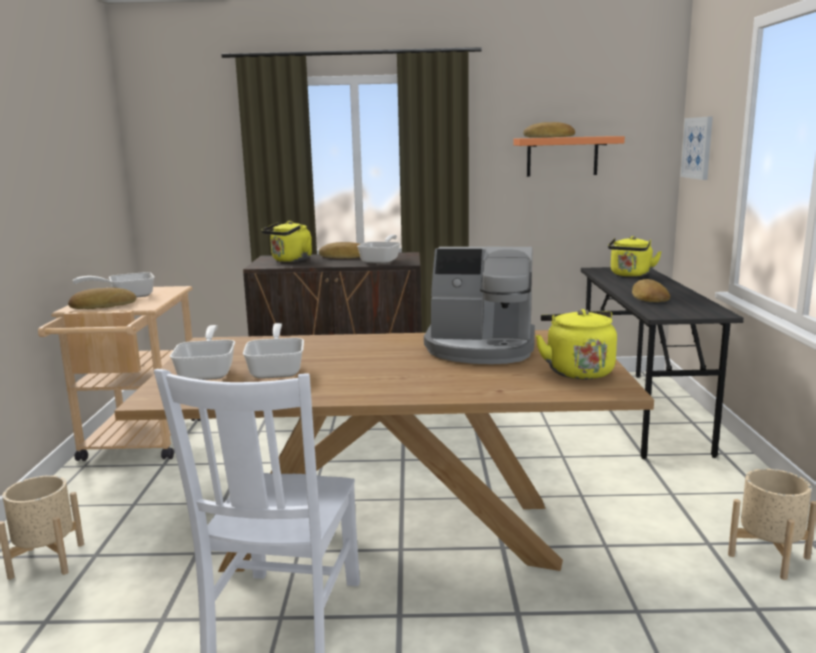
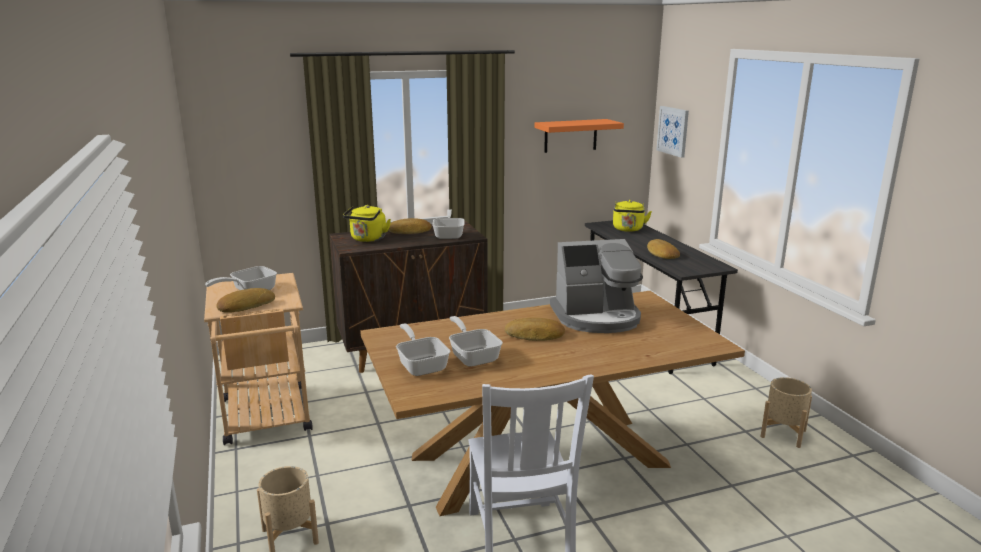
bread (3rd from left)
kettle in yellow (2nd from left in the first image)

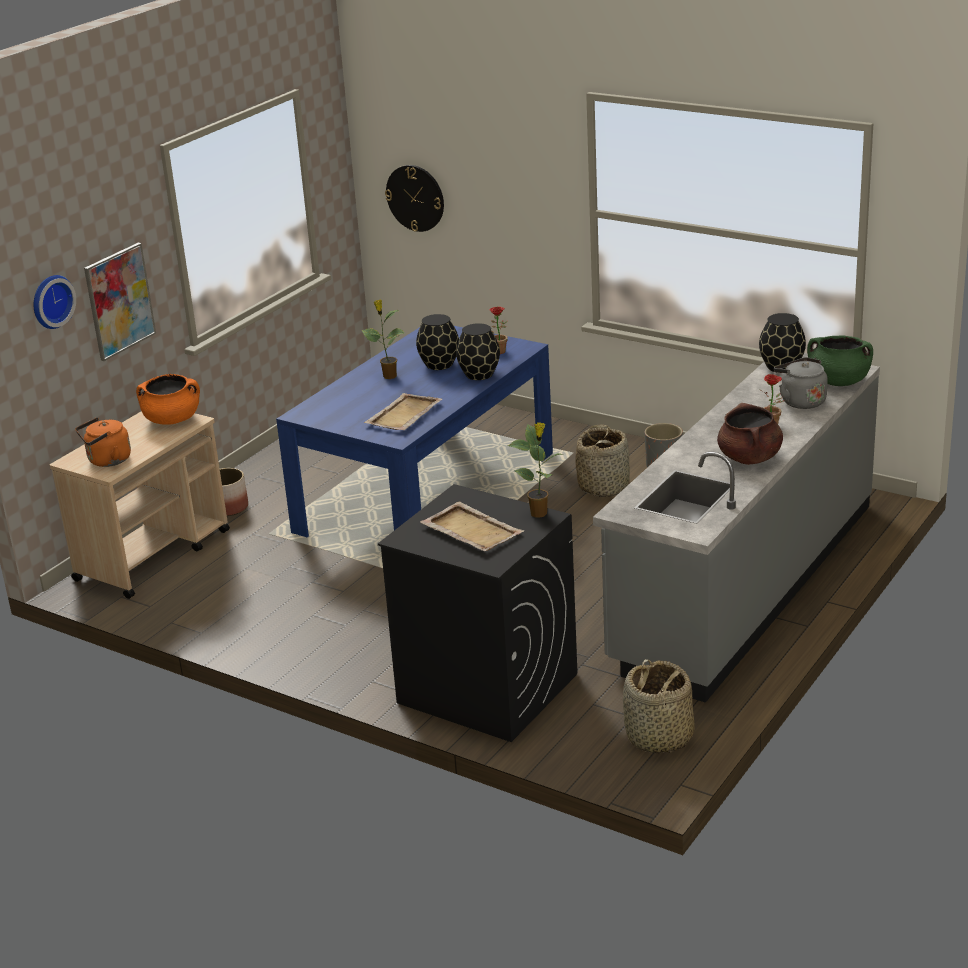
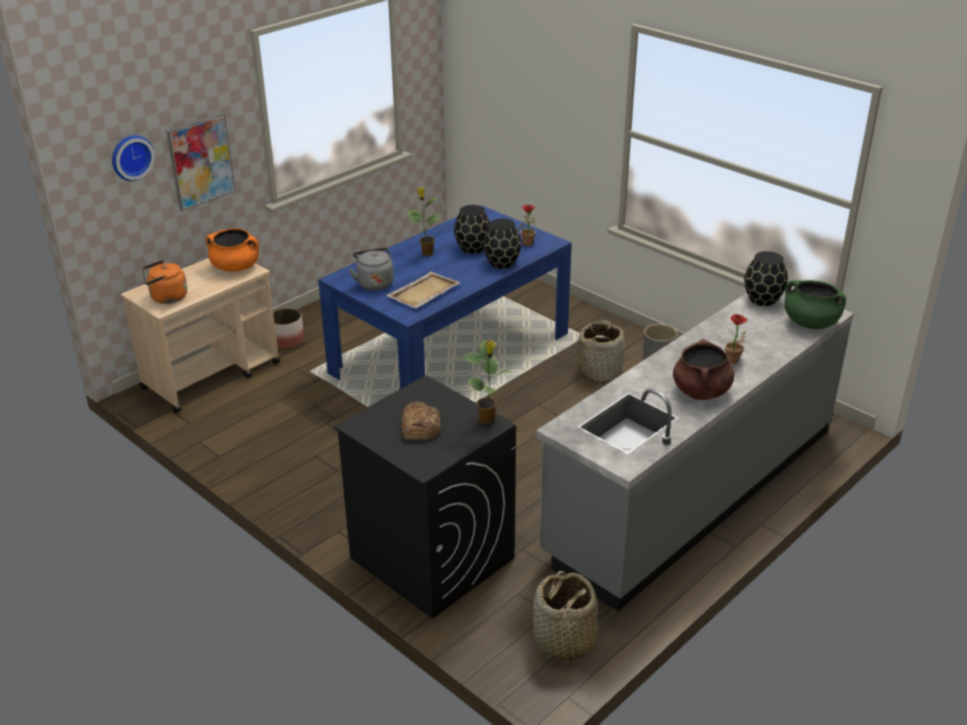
kettle in grey
bread
wall clock (2nd from left in the first image)

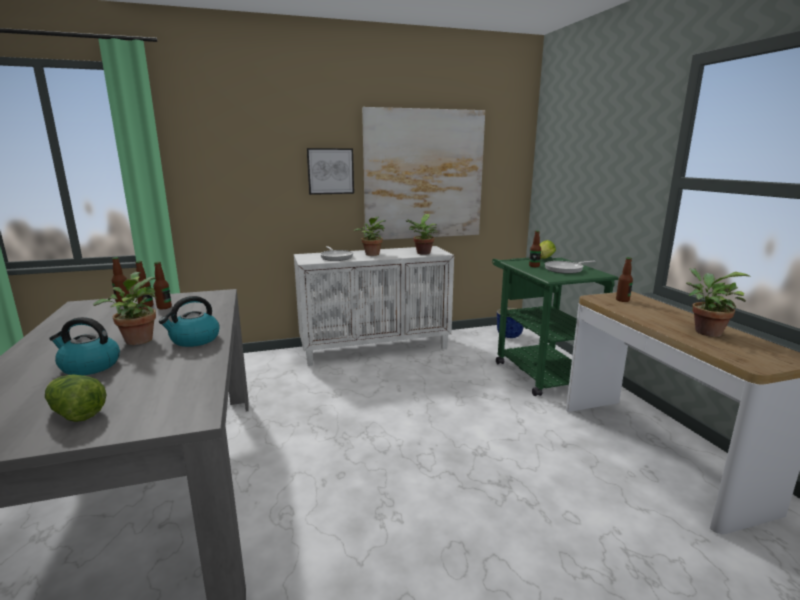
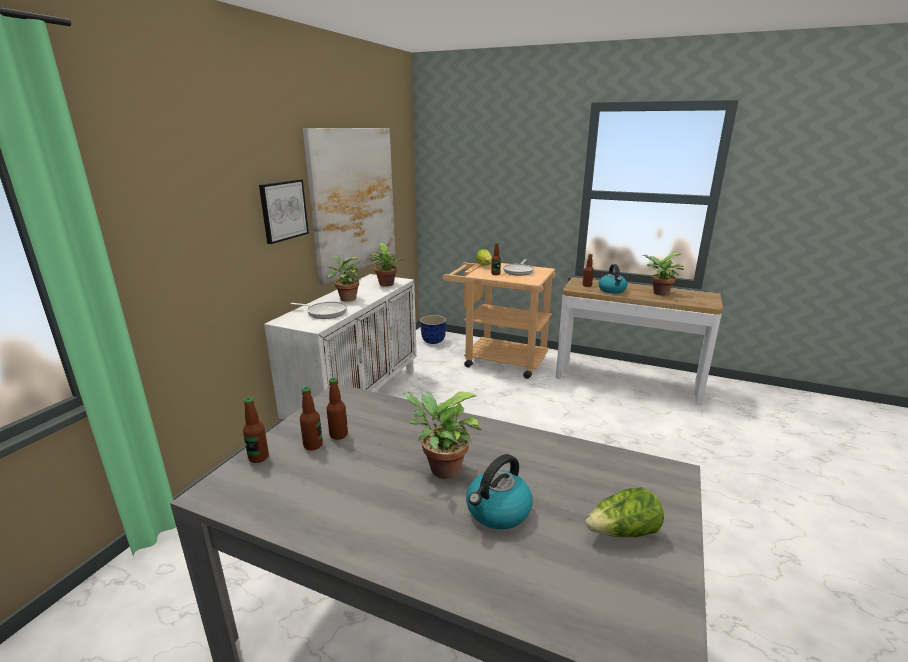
cart in beige
kettle (2nd from left)

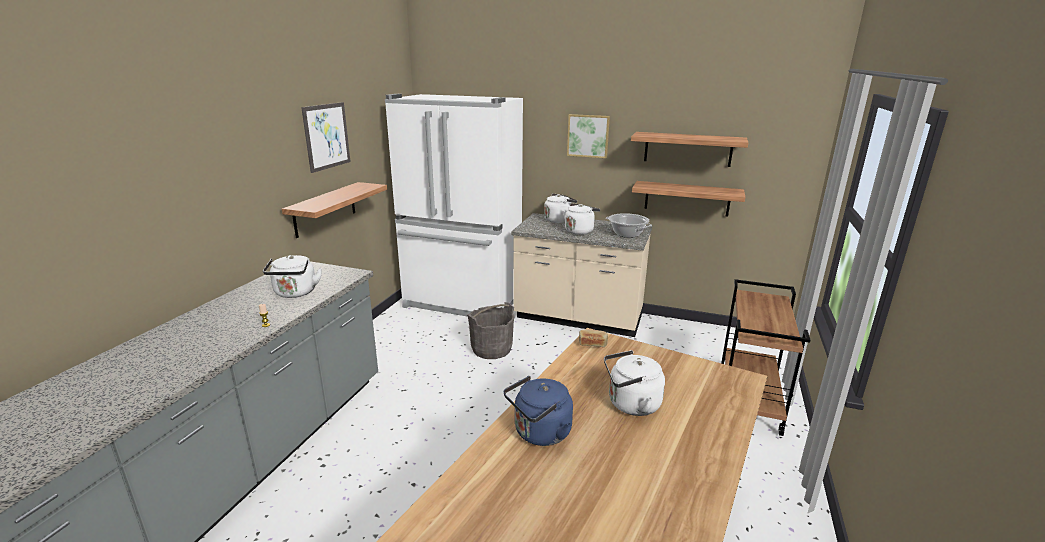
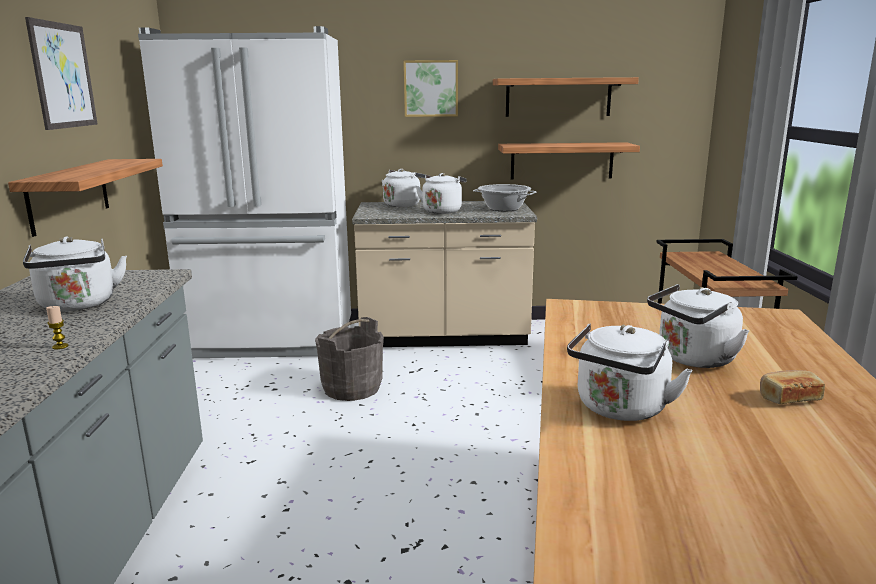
kettle in white (4th from left)
bread

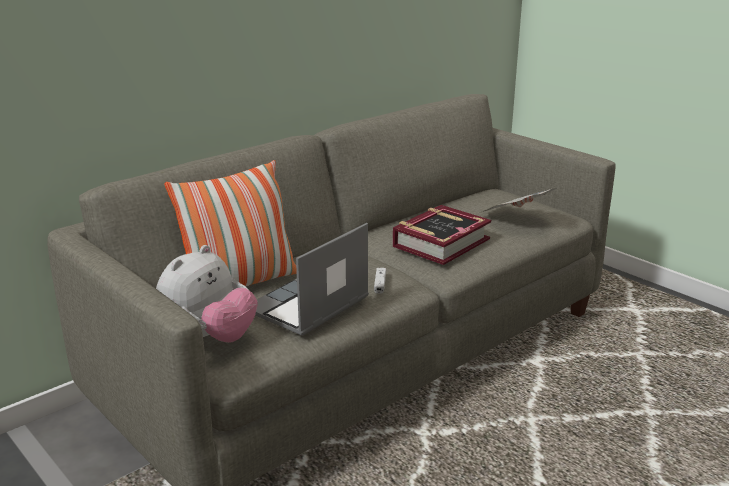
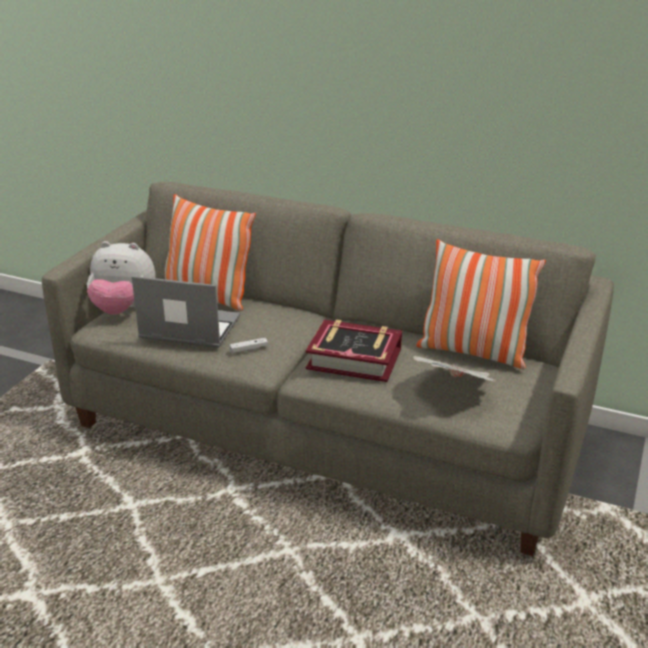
pillow (2nd from left)

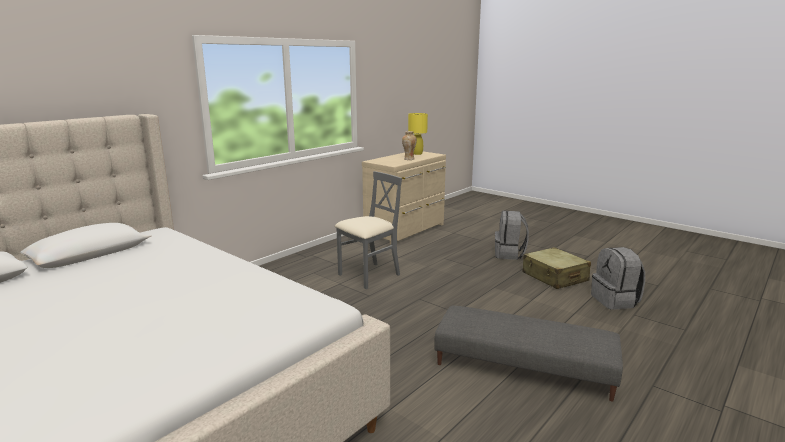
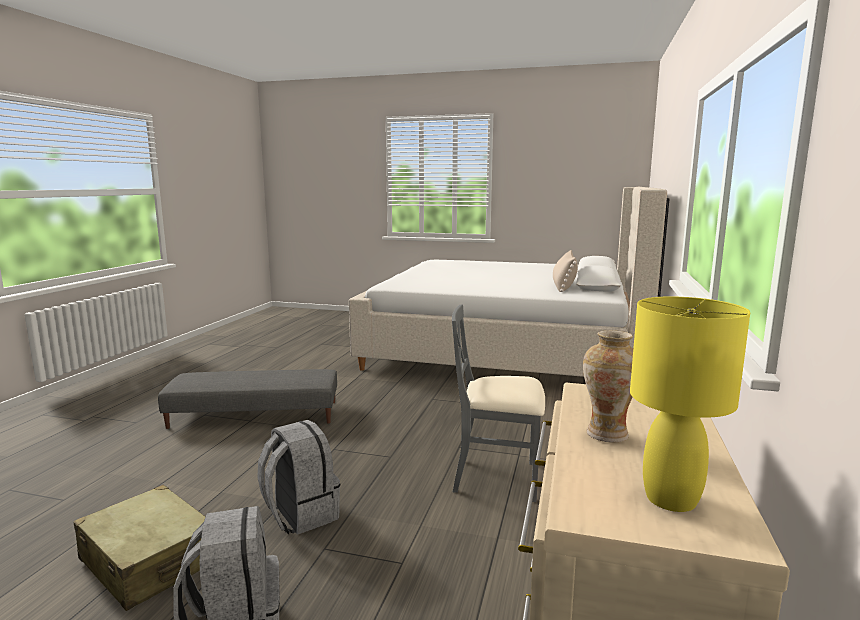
backpack in grey (2nd from left)
chair in grey
pillow in beige

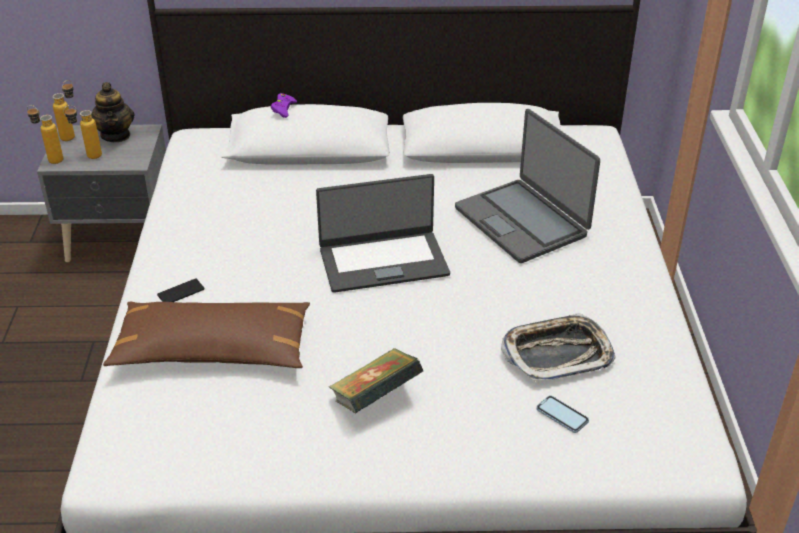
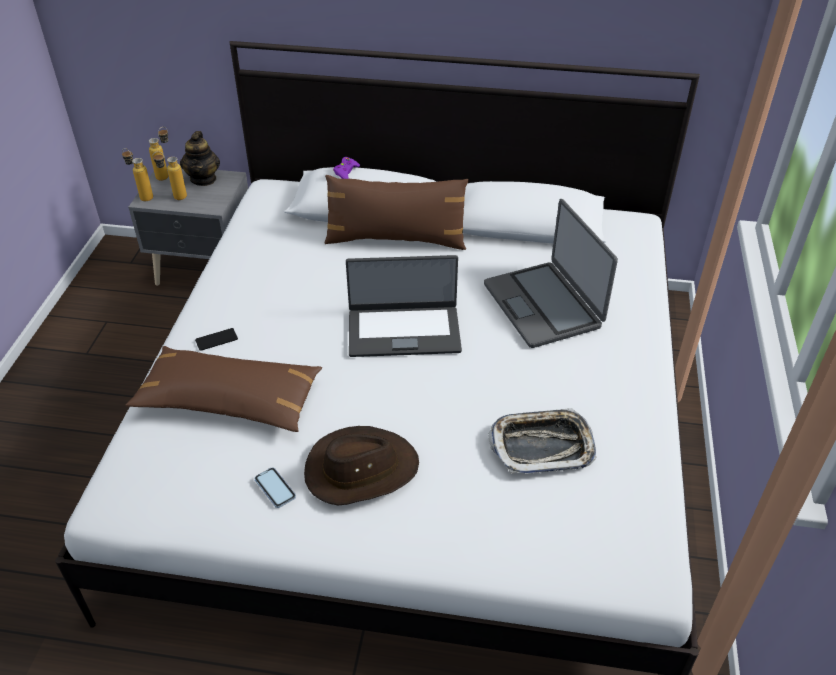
phone (2nd from left)
hat in brown
pillow in brown (2nd from left)

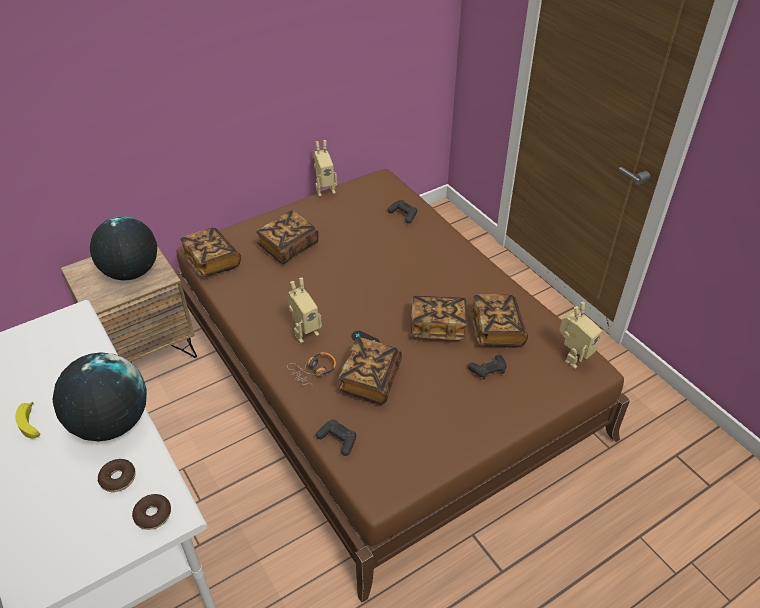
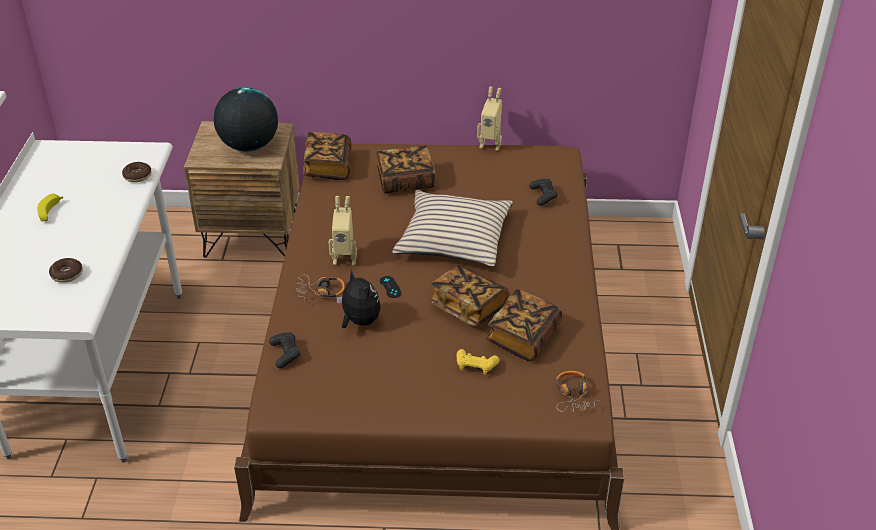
donut (2nd from left)
plush toy
pillow in beige
game controller in yellow
headphones (2nd from left)
globe (1st from left in the first image)

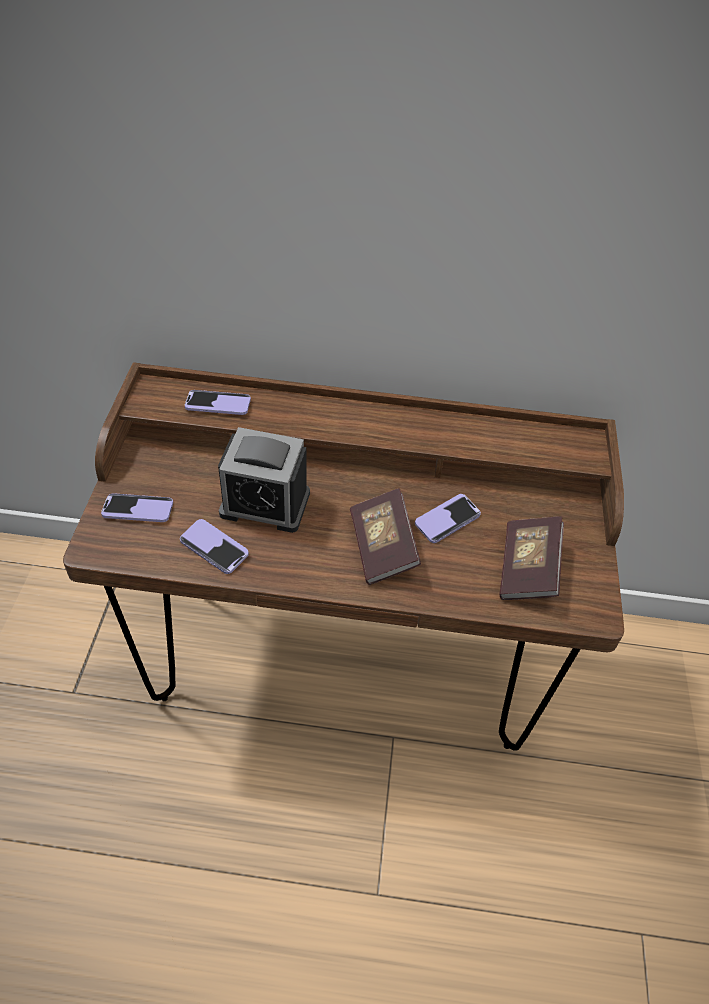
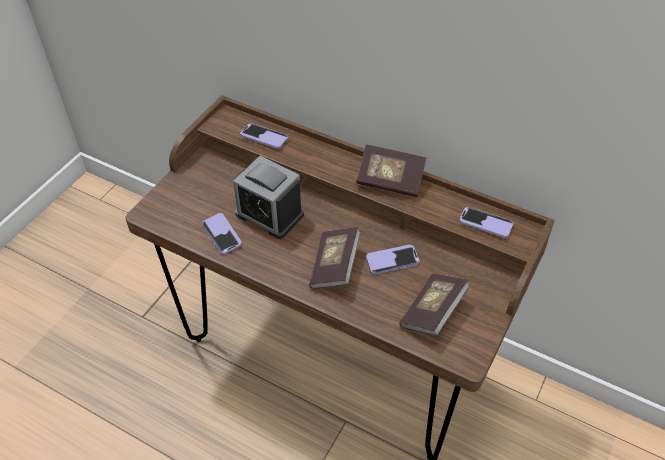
book (2nd from left)
phone (4th from left)

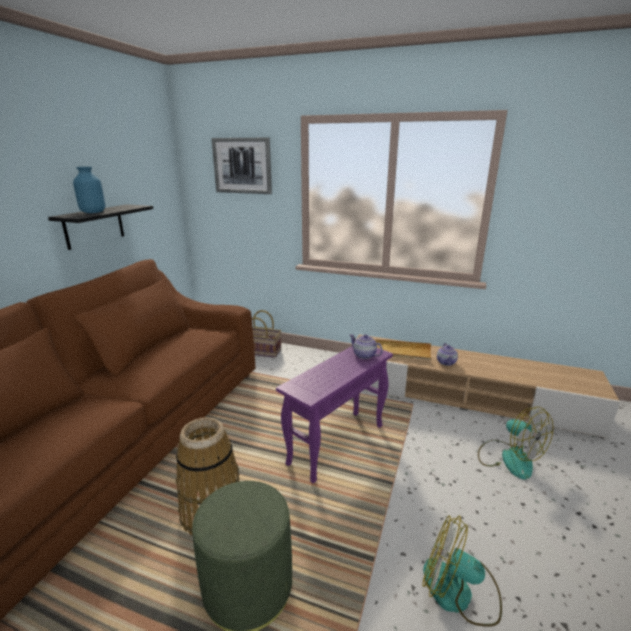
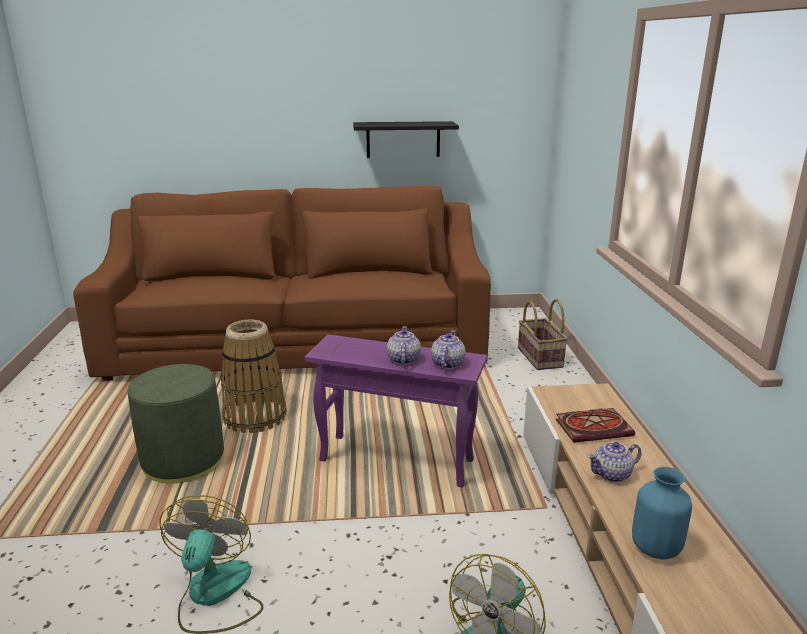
teapot (1st from left)
book
vase in blue
picture

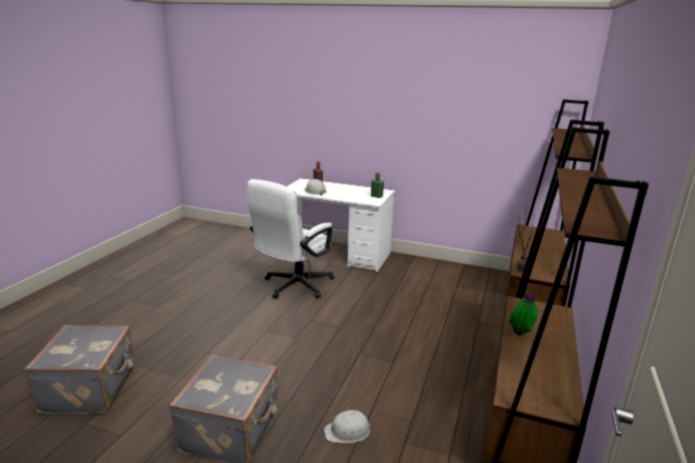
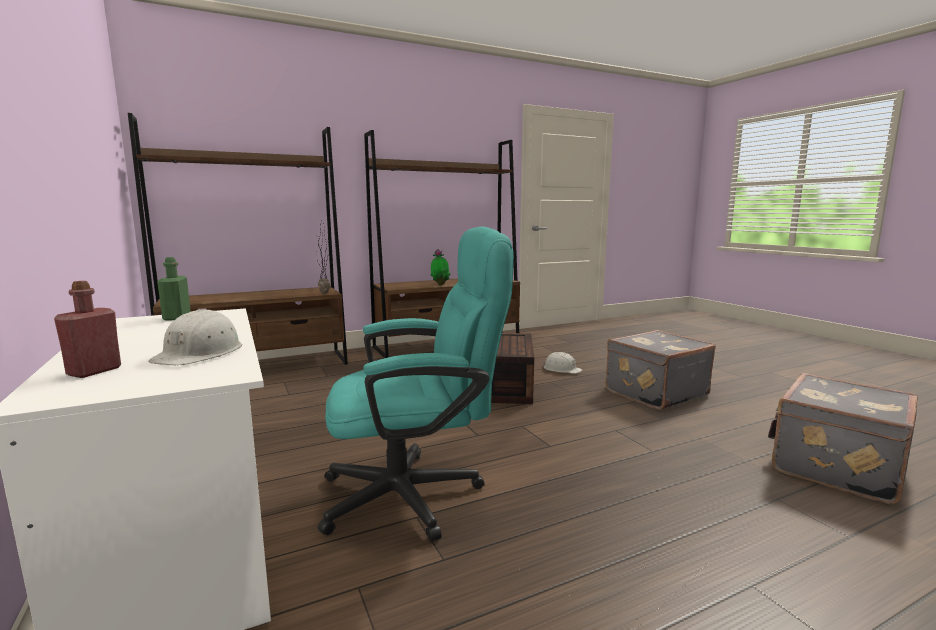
office chair in turquoise
storage box in brown

